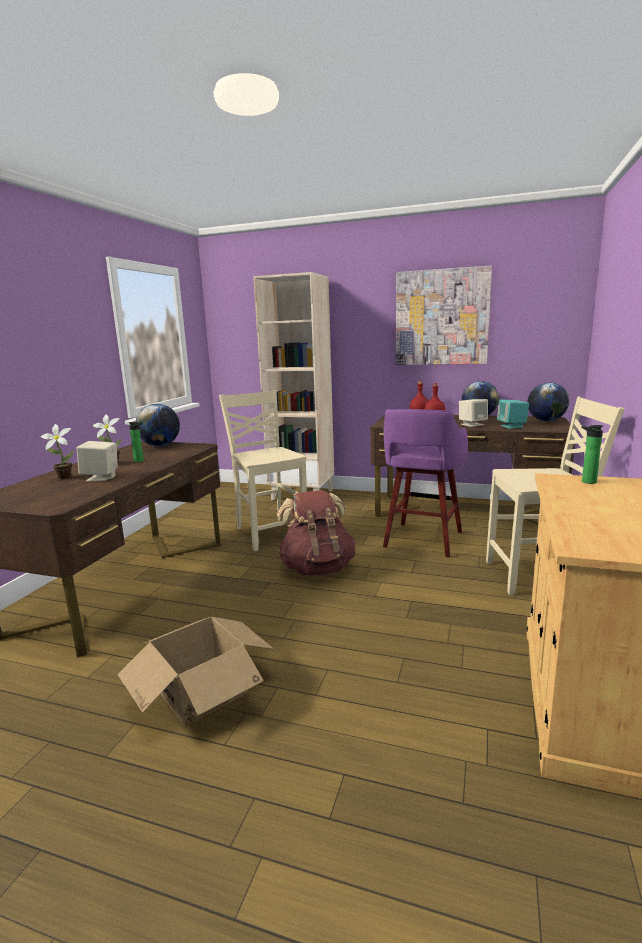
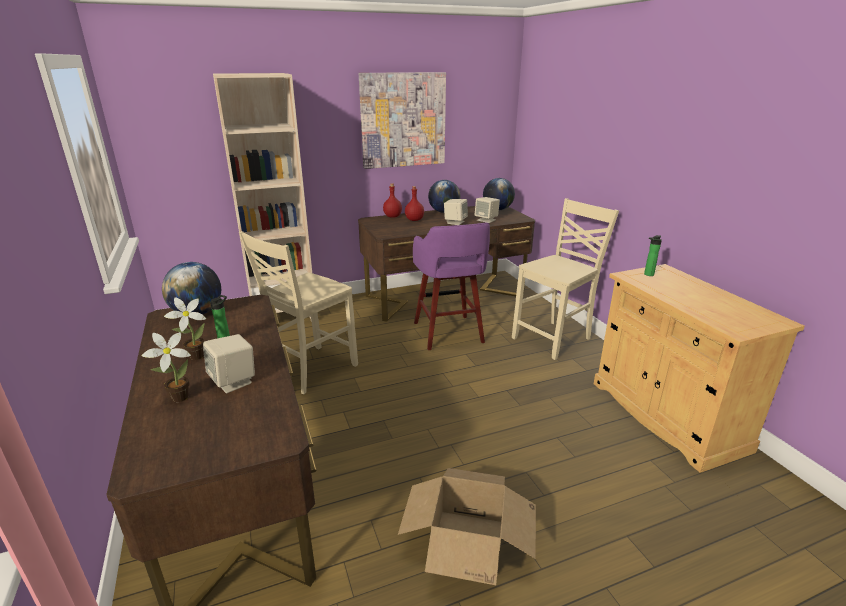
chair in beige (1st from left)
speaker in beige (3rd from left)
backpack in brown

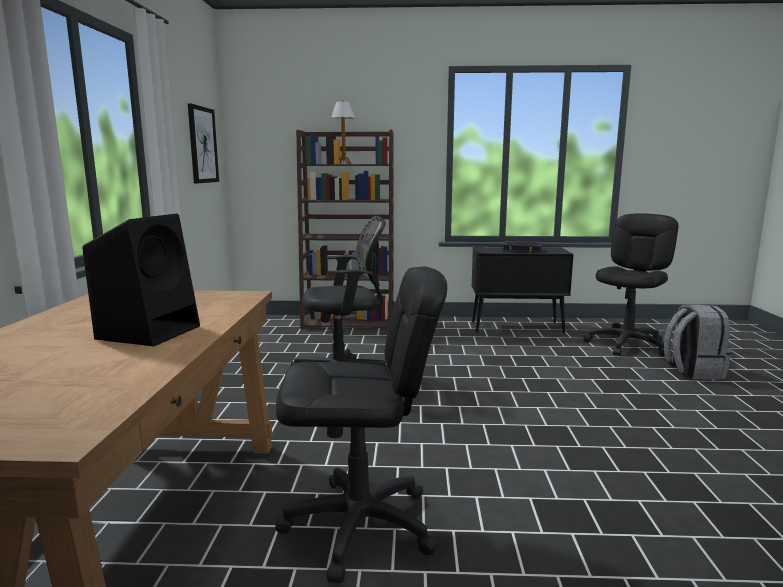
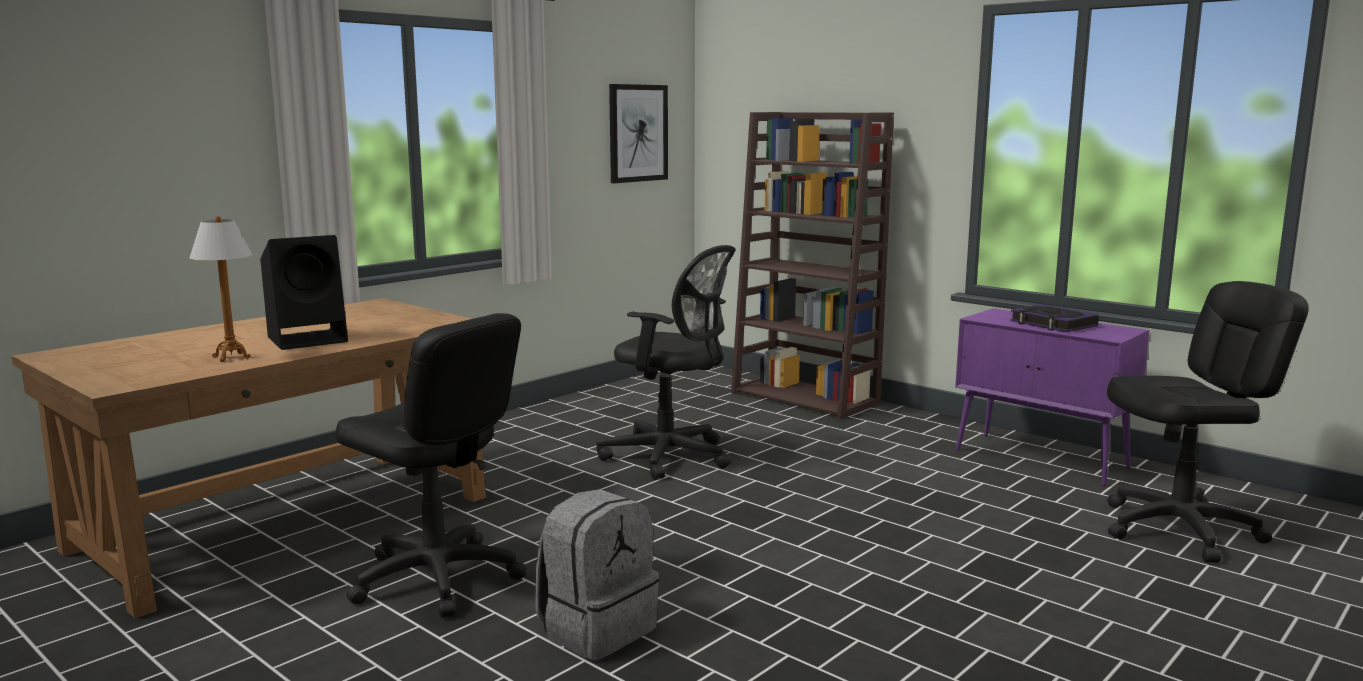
table lamp
backpack in grey
cabinet in purple

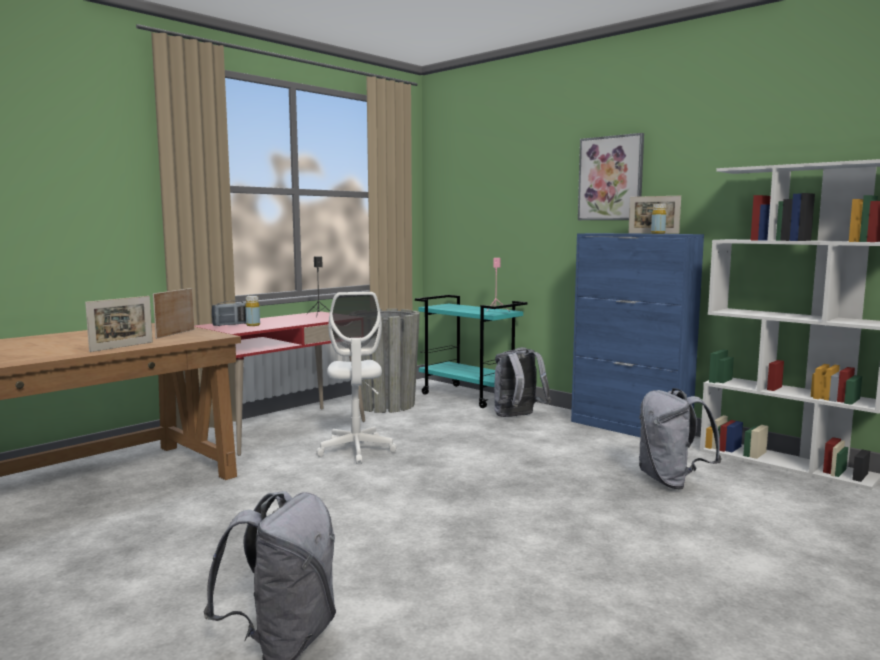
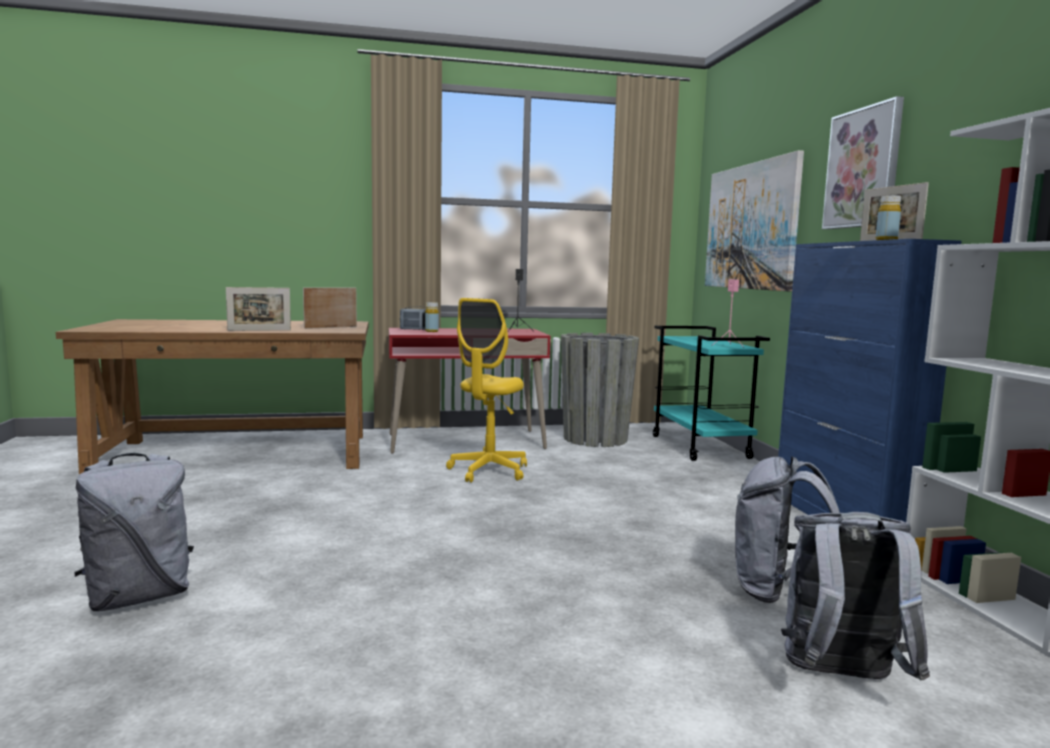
office chair in yellow
picture (1st from left)
backpack in grey (3rd from left)

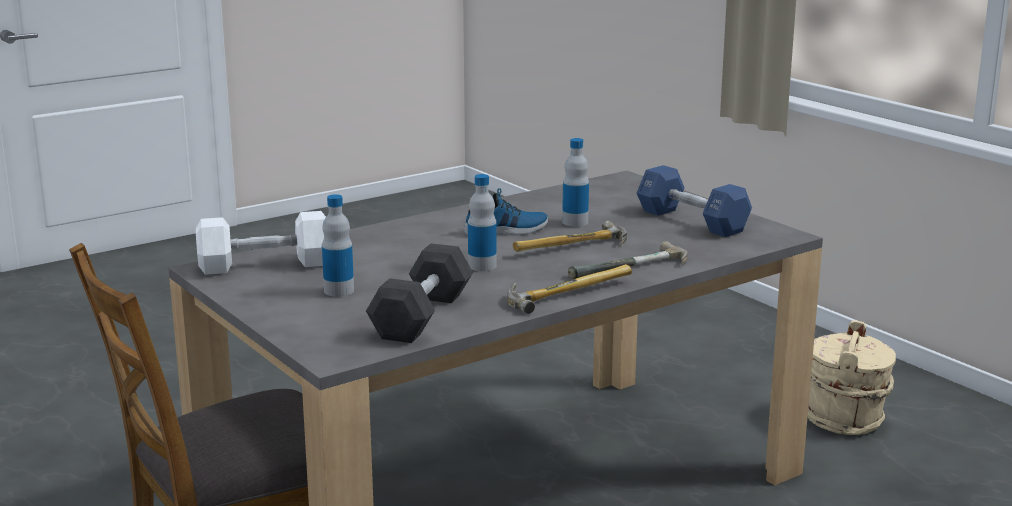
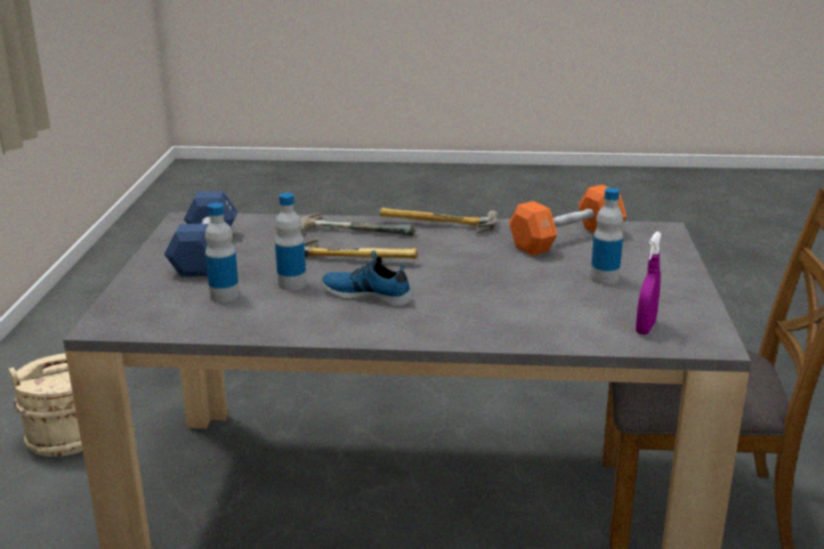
bottle (1st from left)
dumbbell in orange
spray bottle in purple

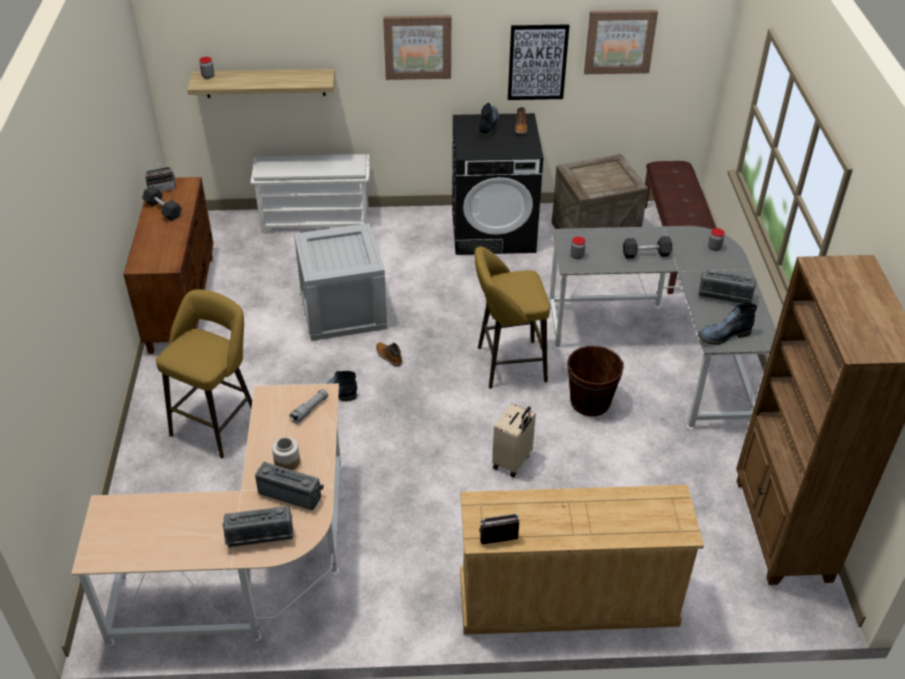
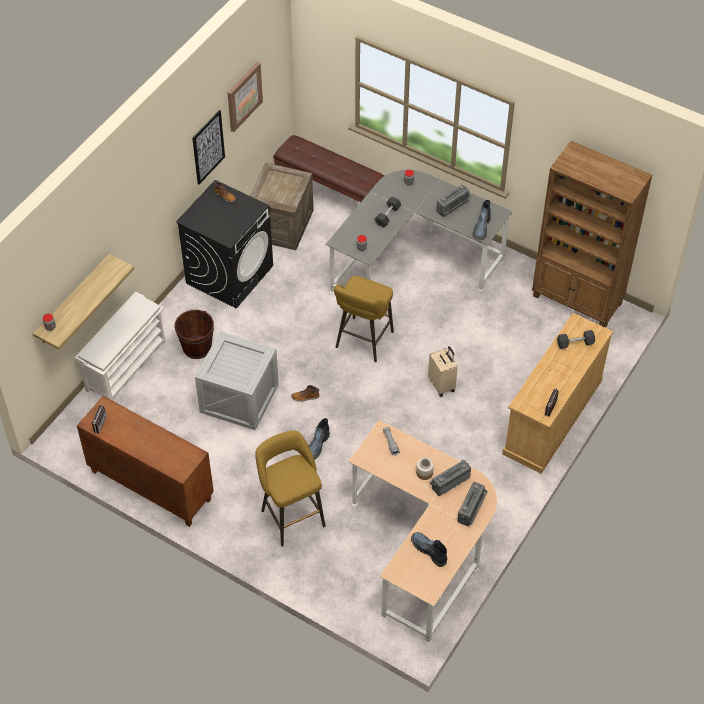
bucket in brown
boot (4th from left)
dumbbell in grey (2nd from left)
picture (1st from left in the first image)

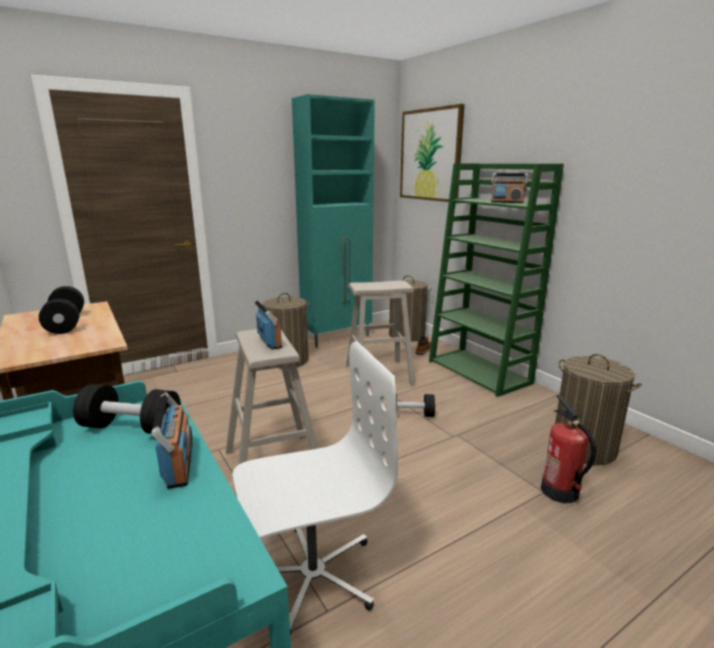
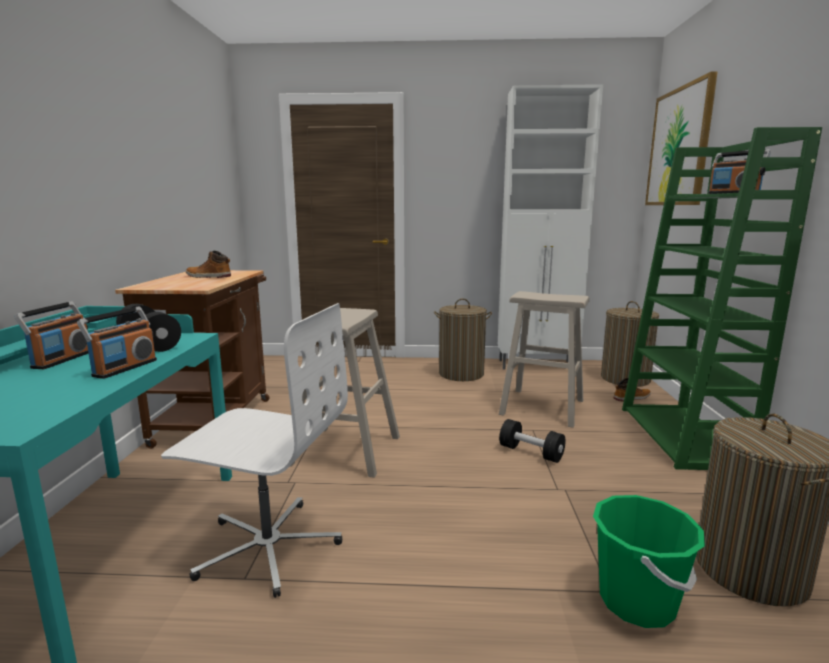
radio (1st from left)
boot (1st from left)
cabinet in white
bucket in green

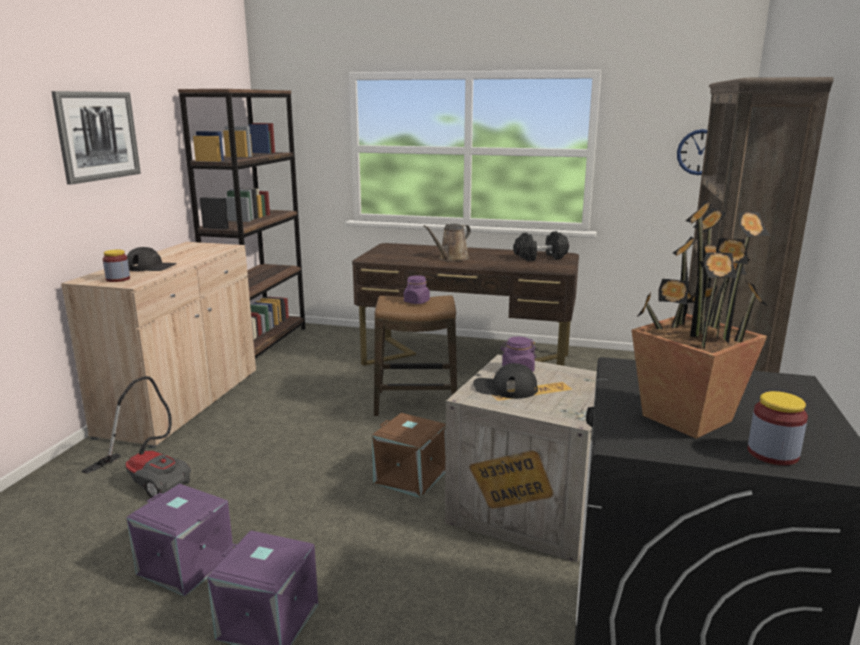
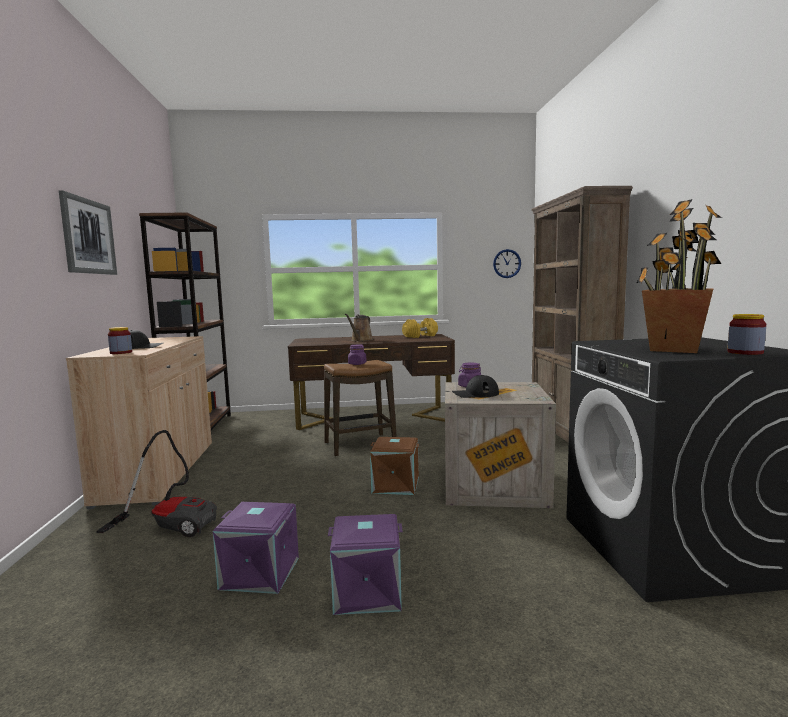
dumbbell in yellow

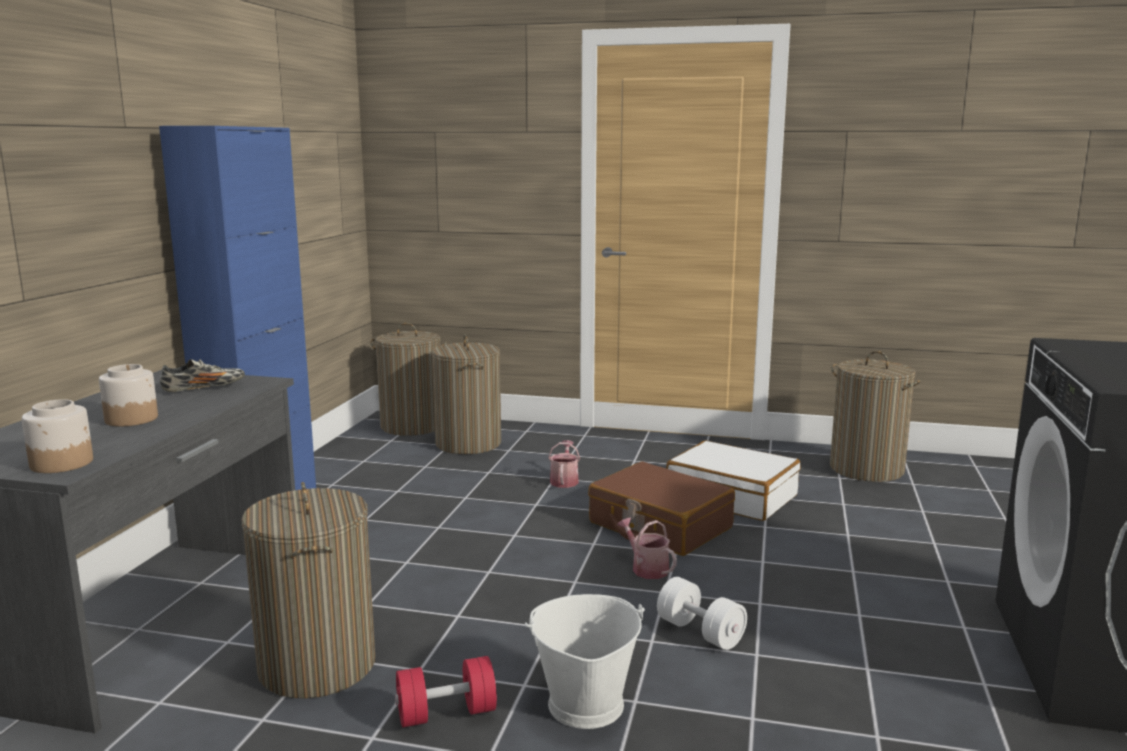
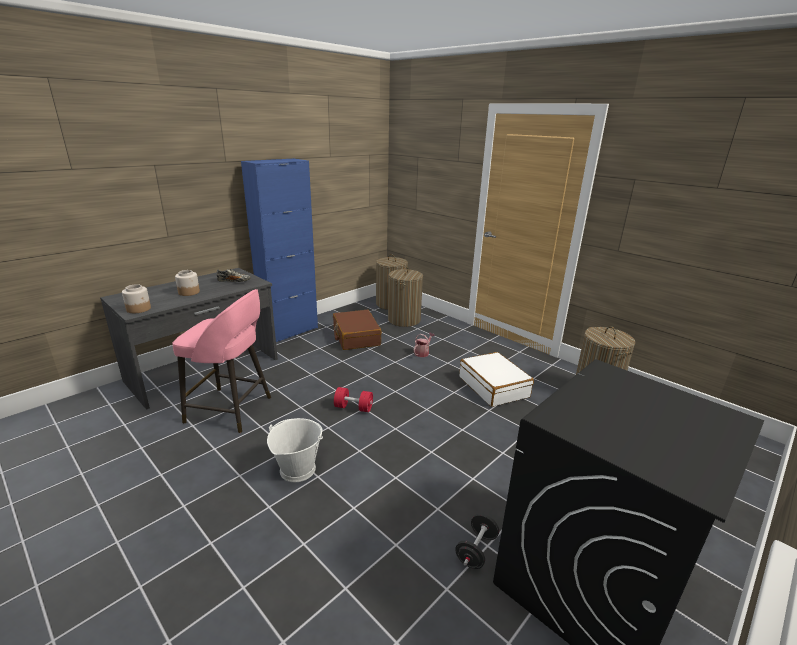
stool in pink
suitcase in brown
dumbbell in red
dumbbell in black
watering can (2nd from left in the first image)
dumbbell in white

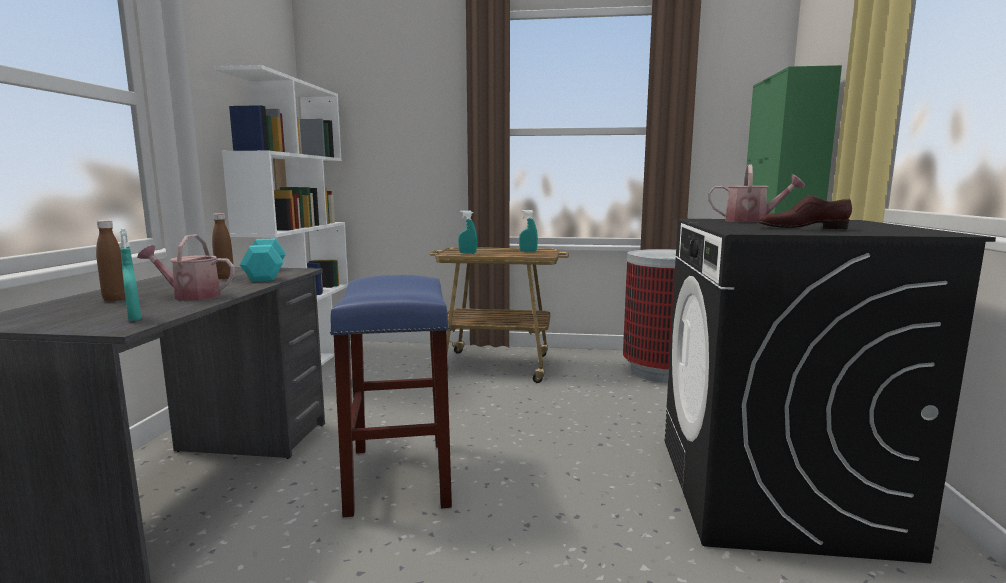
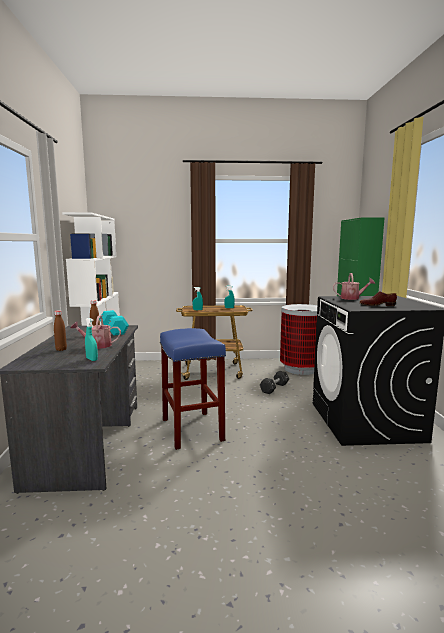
dumbbell in black

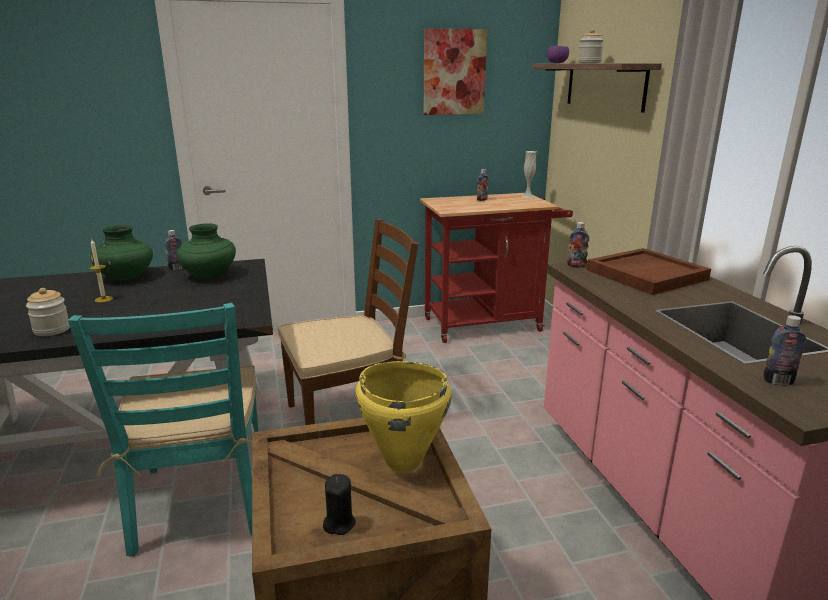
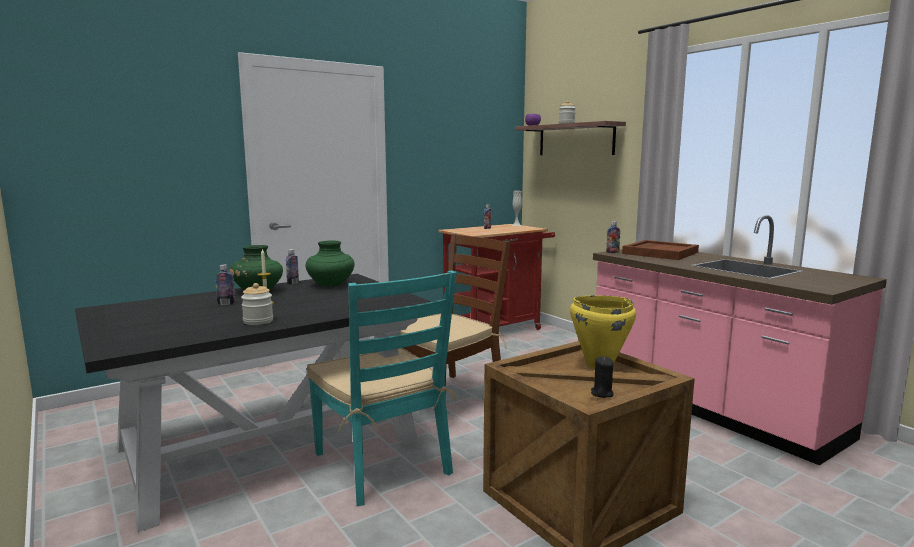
bottle (1st from left)
picture

